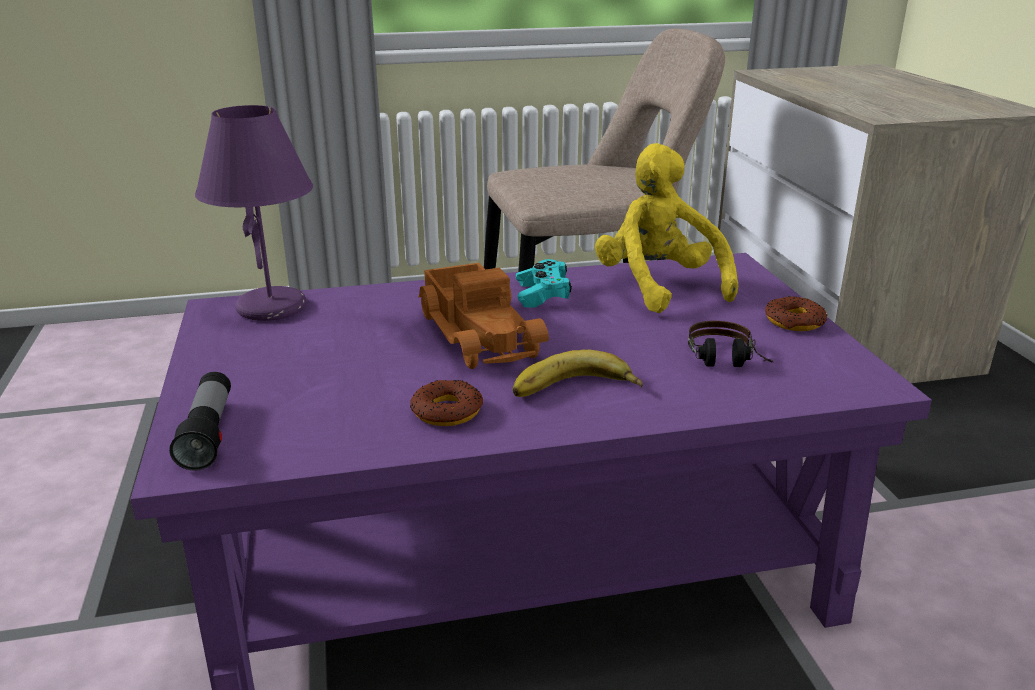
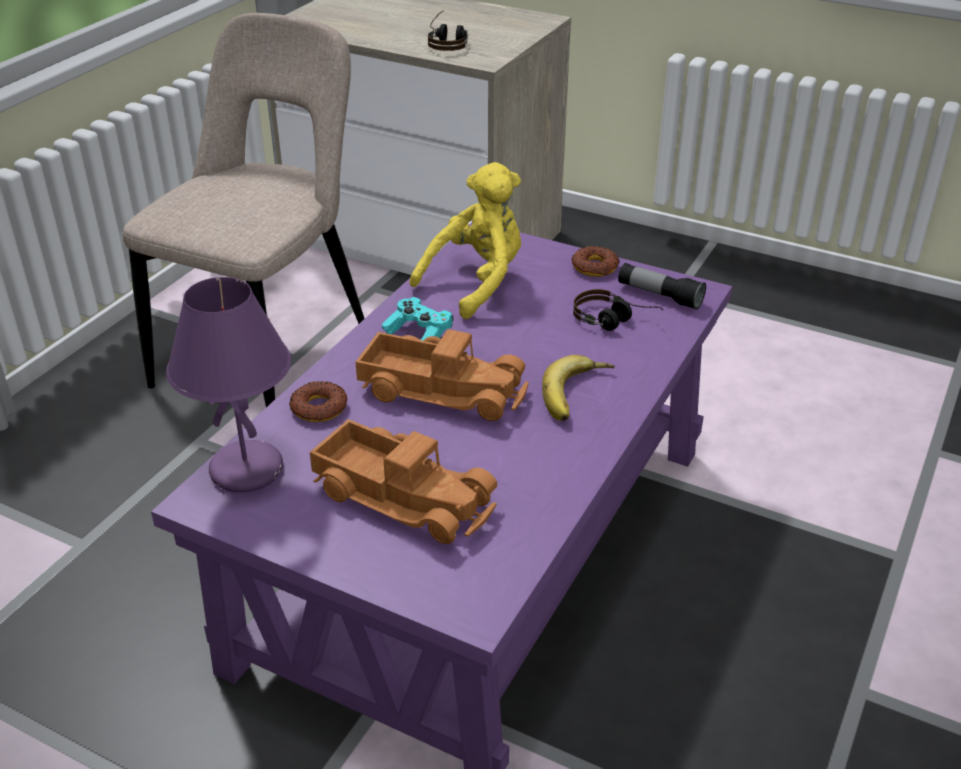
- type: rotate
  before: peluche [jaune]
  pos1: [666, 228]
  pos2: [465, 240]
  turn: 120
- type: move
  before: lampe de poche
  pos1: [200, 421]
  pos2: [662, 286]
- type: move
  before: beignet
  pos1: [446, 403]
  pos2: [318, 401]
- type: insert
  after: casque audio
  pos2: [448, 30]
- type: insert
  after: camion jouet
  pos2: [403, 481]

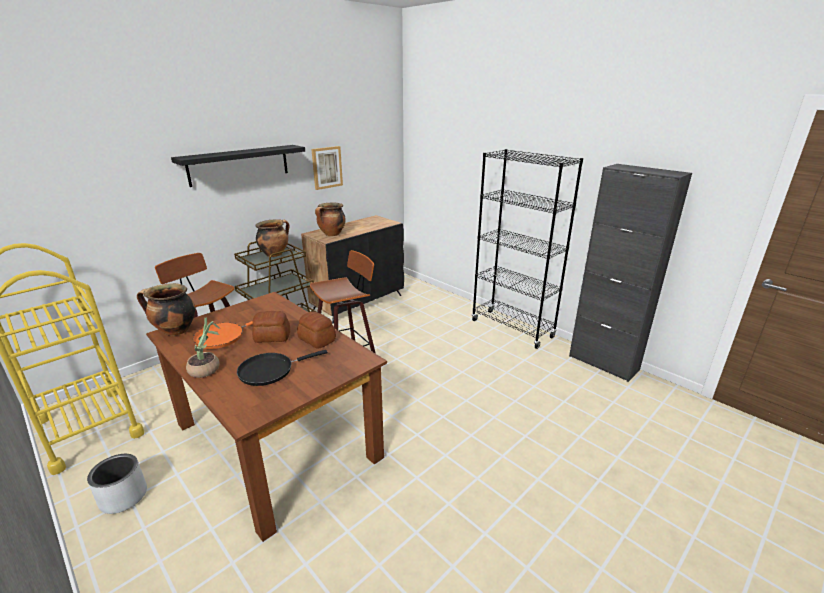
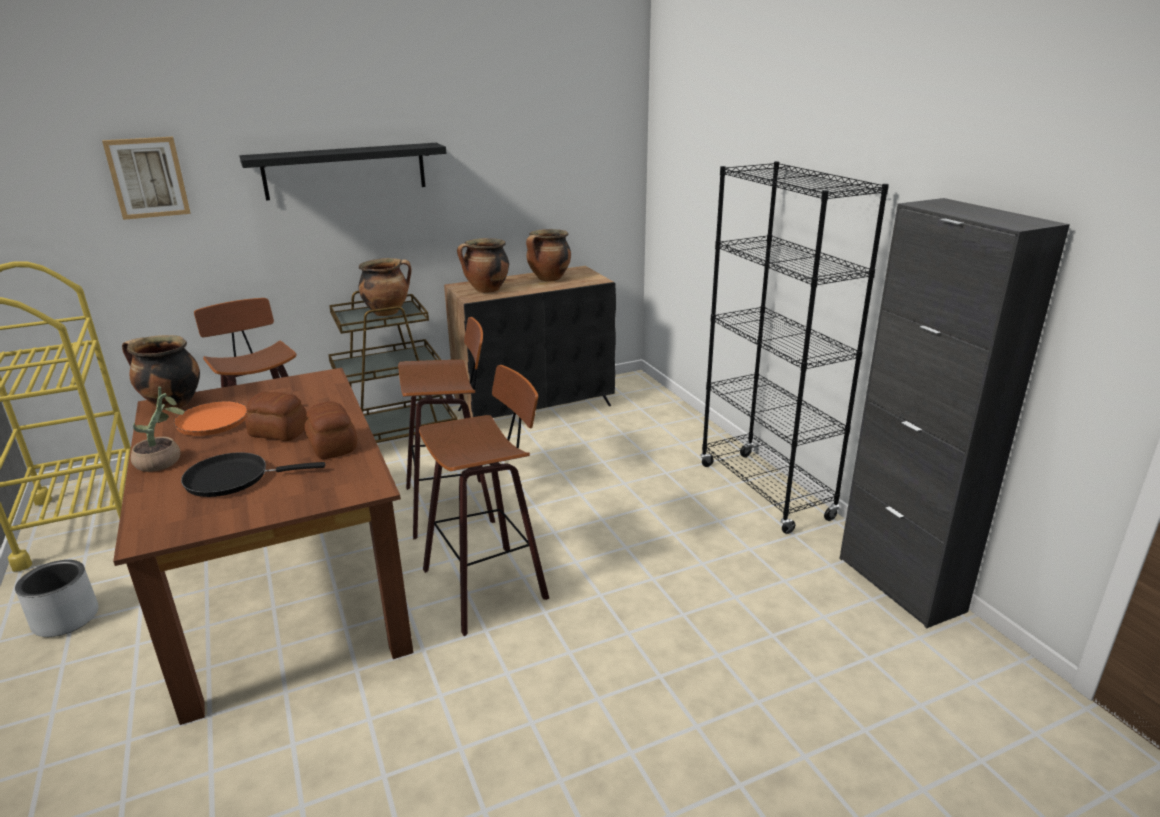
- type: move
  before: tableau
  pos1: [327, 168]
  pos2: [146, 178]
- type: insert
  after: marmite
  pos2: [548, 255]
- type: insert
  after: tabouret
  pos2: [484, 500]

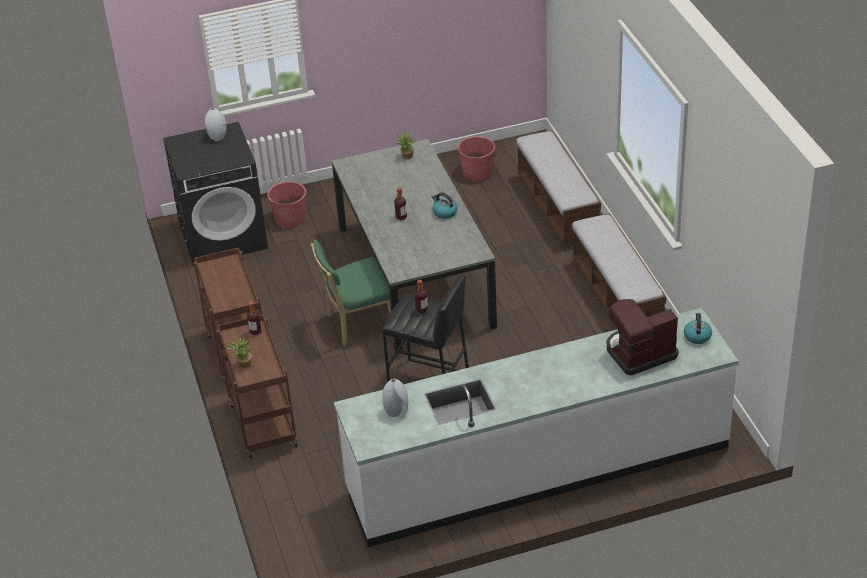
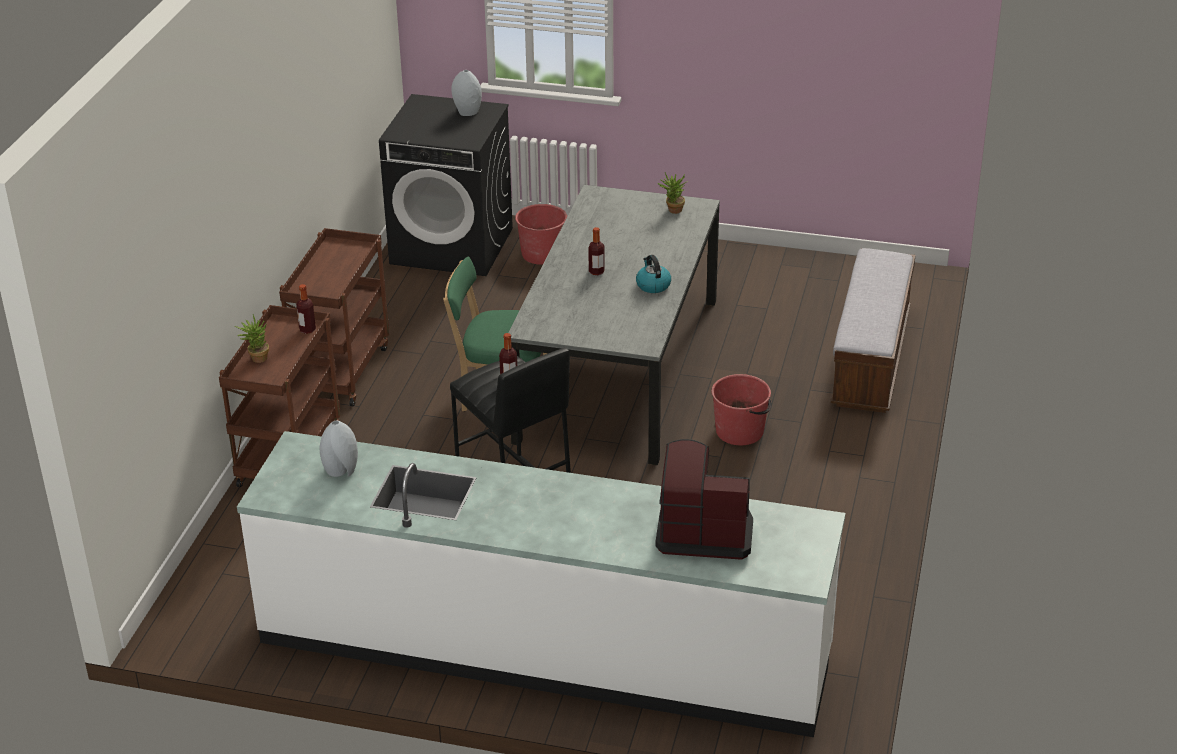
- type: move
  before: seau [rouge]
  pos1: [477, 158]
  pos2: [741, 409]
- type: delete
  before: banc
  pos1: [619, 265]
- type: delete
  before: bouilloire
  pos1: [698, 328]

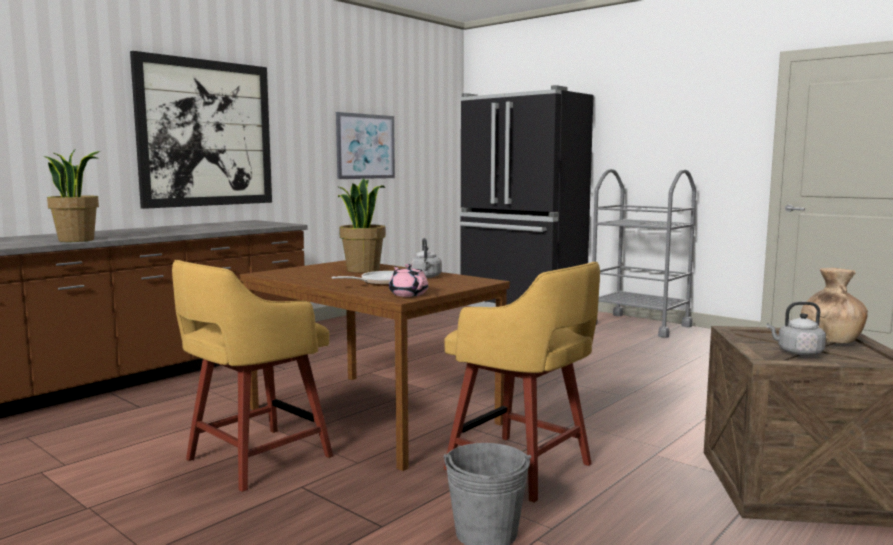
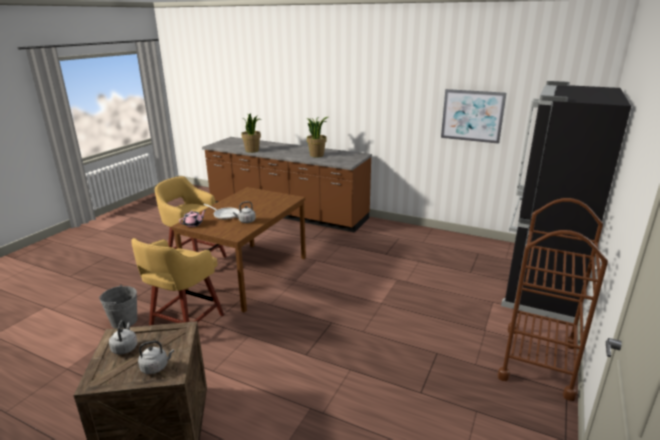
- type: delete
  before: tableau
  pos1: [201, 130]
- type: recolor
  before: chariot [gris]
  after: chariot [marron]
  pos1: [644, 253]
  pos2: [552, 299]
- type: move
  before: plante en pot
  pos1: [362, 226]
  pos2: [317, 137]
- type: replace
  before: vase [marron]
  after: bouilloire [gris]
  pos1: [834, 305]
  pos2: [156, 357]

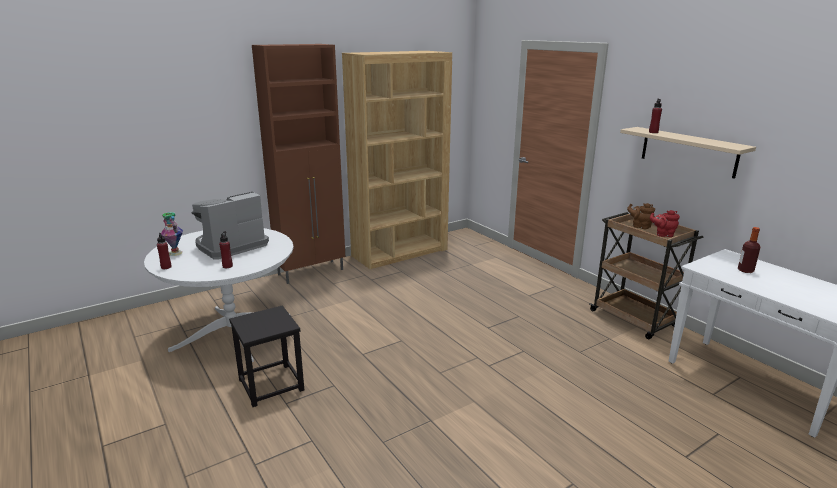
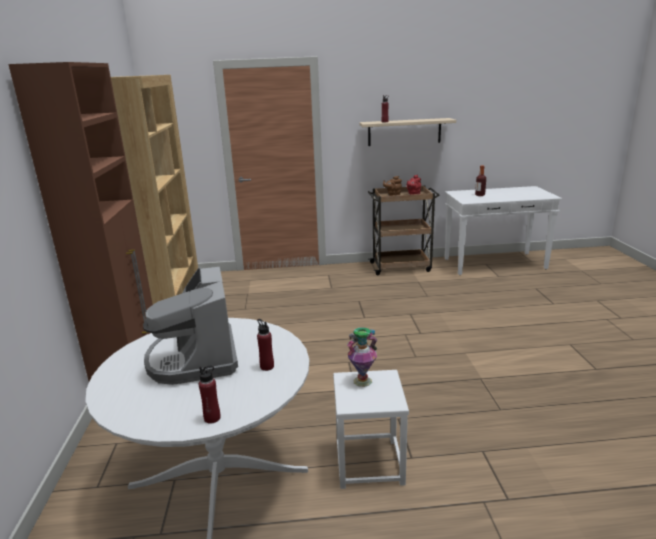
- type: move
  before: vase
  pos1: [172, 234]
  pos2: [362, 357]
- type: recolor
  before: tabouret [noir]
  after: tabouret [blanc]
  pos1: [266, 356]
  pos2: [371, 429]

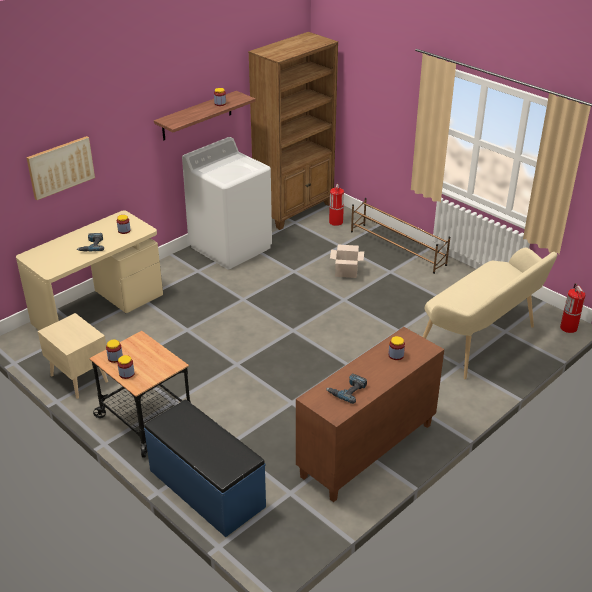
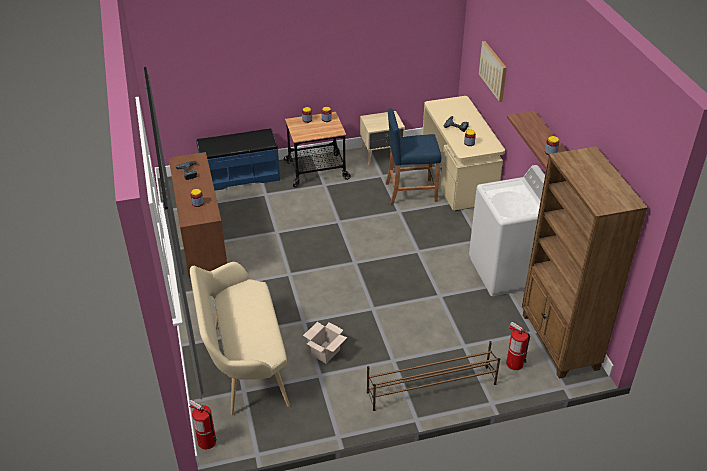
- type: move
  before: carton
  pos1: [347, 261]
  pos2: [325, 343]
- type: insert
  after: tabouret [bleu]
  pos2: [413, 156]

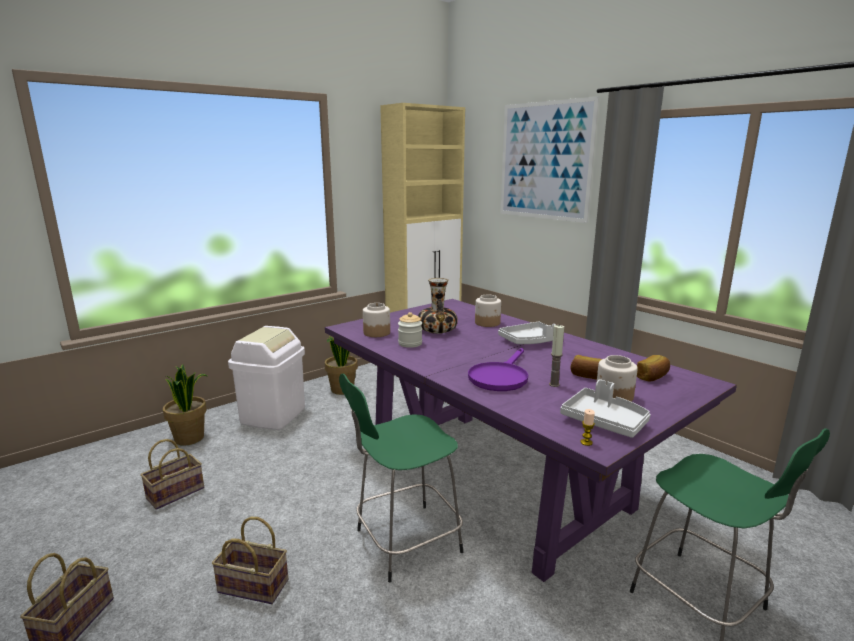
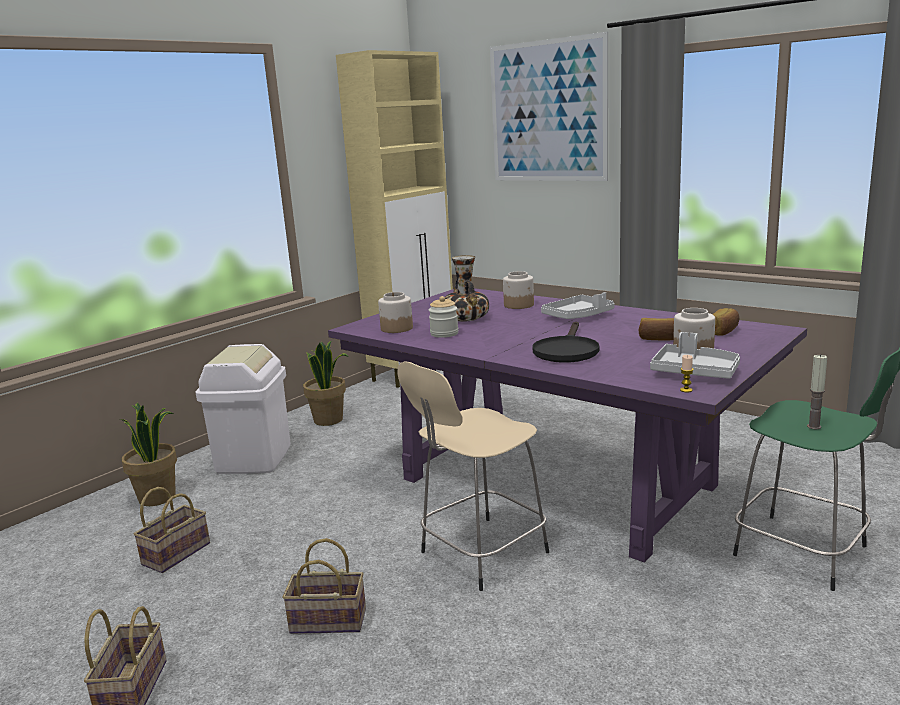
- type: move
  before: bougie
  pos1: [556, 356]
  pos2: [817, 391]
- type: recolor
  before: poêle [violet]
  after: poêle [noir]
  pos1: [498, 369]
  pos2: [566, 342]
- type: recolor
  before: tabouret [vert]
  after: tabouret [beige]
  pos1: [401, 478]
  pos2: [473, 476]

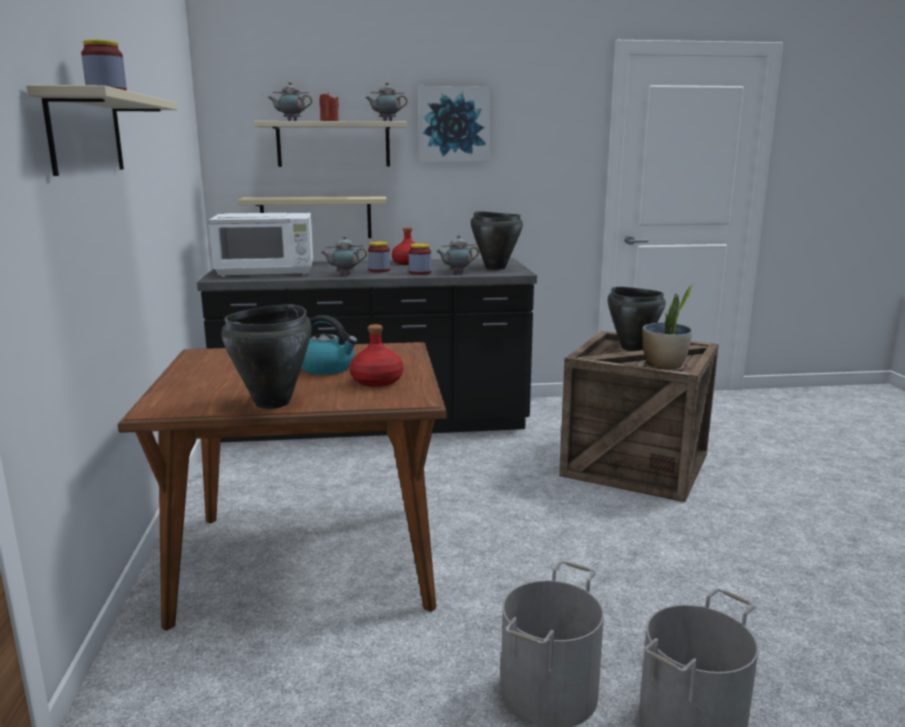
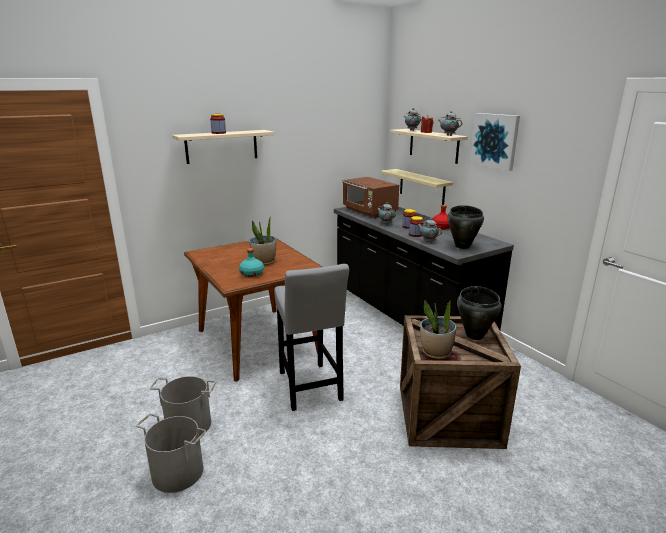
- type: recolor
  before: micro-ondes [blanc]
  after: micro-ondes [marron]
  pos1: [261, 245]
  pos2: [370, 197]
- type: delete
  before: marmite [noir]
  pos1: [266, 356]
- type: replace
  before: bouilloire
  after: plante en pot
  pos1: [329, 345]
  pos2: [262, 240]
- type: recolor
  before: bouteille [rouge]
  after: bouteille [turquoise]
  pos1: [376, 355]
  pos2: [251, 262]
- type: insert
  after: tabouret [gris]
  pos2: [311, 337]

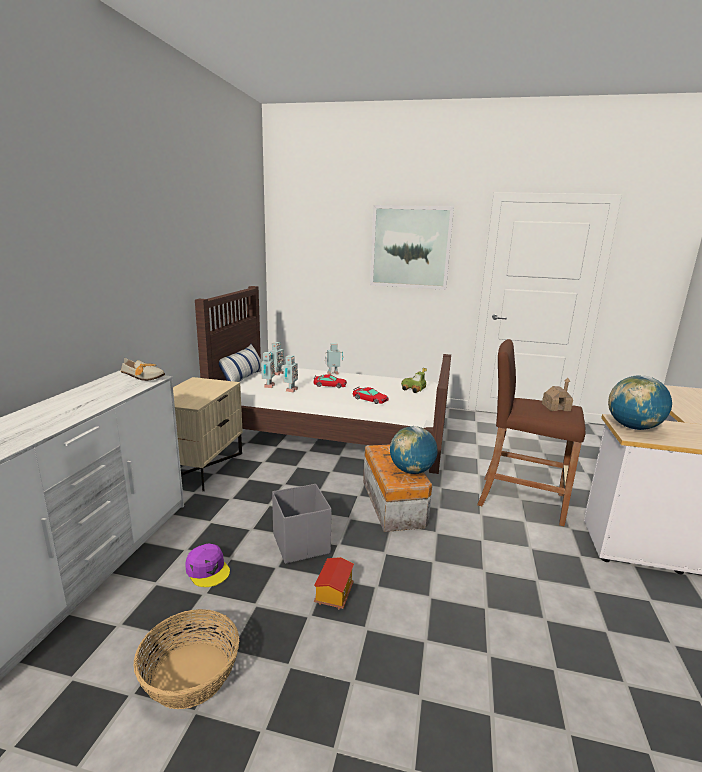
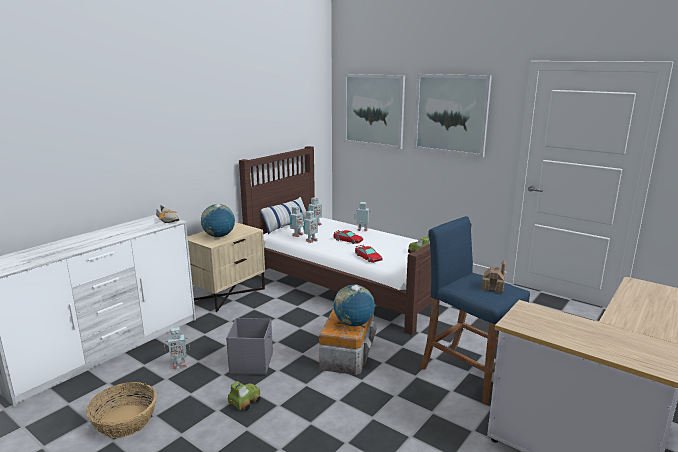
- type: recolor
  before: tabouret [marron]
  after: tabouret [bleu]
  pos1: [531, 432]
  pos2: [475, 310]
- type: move
  before: globe
  pos1: [640, 402]
  pos2: [218, 220]
- type: replace
  before: casquette [violet]
  after: robot jouet
  pos1: [208, 565]
  pos2: [177, 348]
- type: replace
  before: maison miniature
  after: petite voiture
  pos1: [334, 583]
  pos2: [244, 396]
- type: insert
  after: tableau
  pos2: [374, 111]

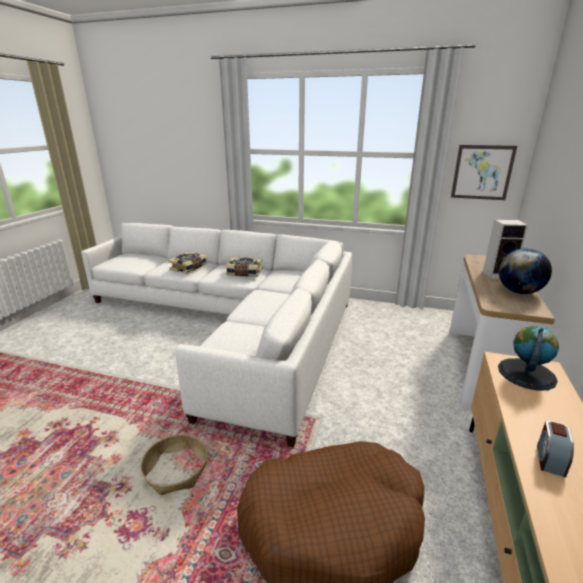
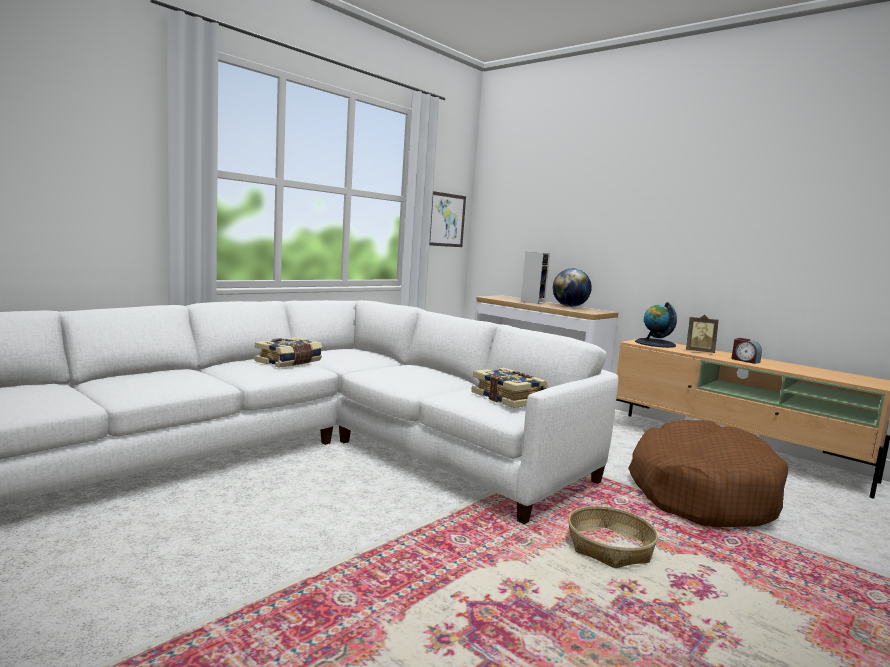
- type: move
  before: livre
  pos1: [187, 262]
  pos2: [509, 388]
- type: insert
  after: cadre photo
  pos2: [702, 334]

